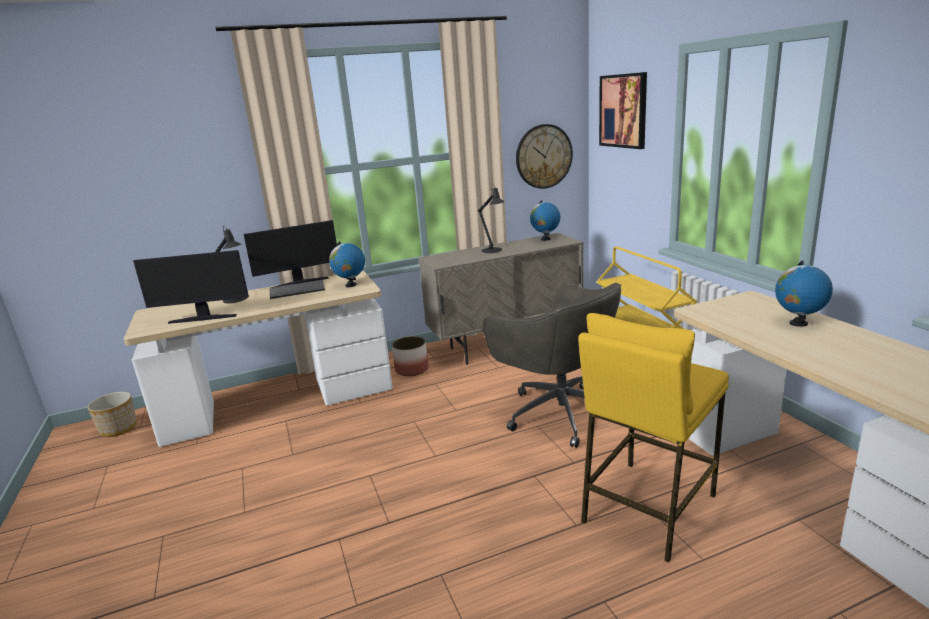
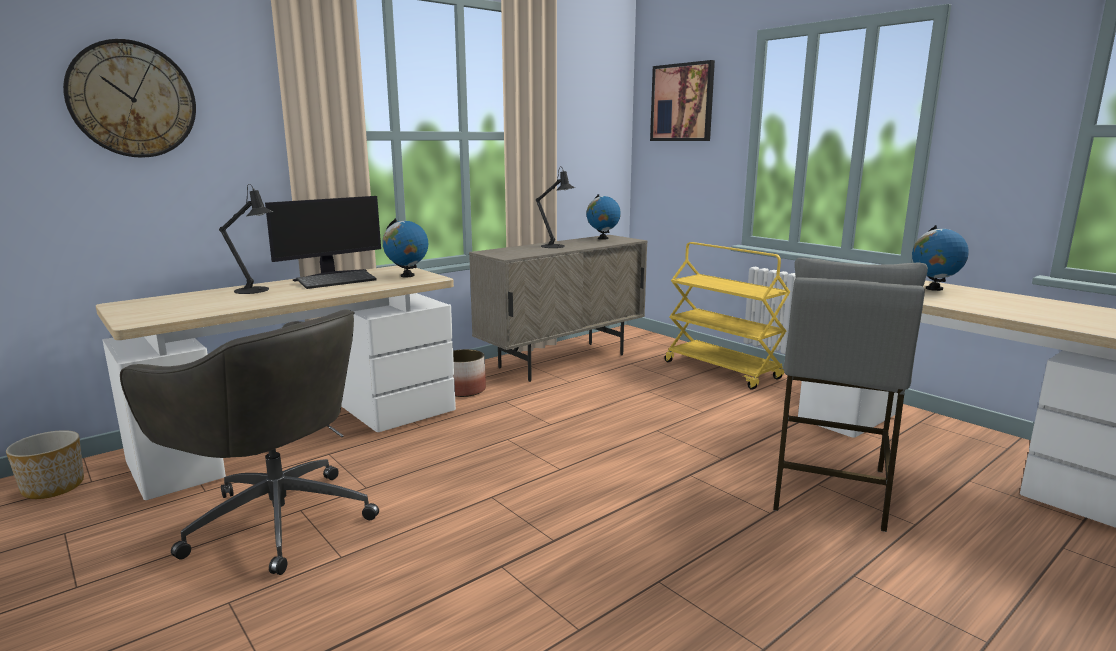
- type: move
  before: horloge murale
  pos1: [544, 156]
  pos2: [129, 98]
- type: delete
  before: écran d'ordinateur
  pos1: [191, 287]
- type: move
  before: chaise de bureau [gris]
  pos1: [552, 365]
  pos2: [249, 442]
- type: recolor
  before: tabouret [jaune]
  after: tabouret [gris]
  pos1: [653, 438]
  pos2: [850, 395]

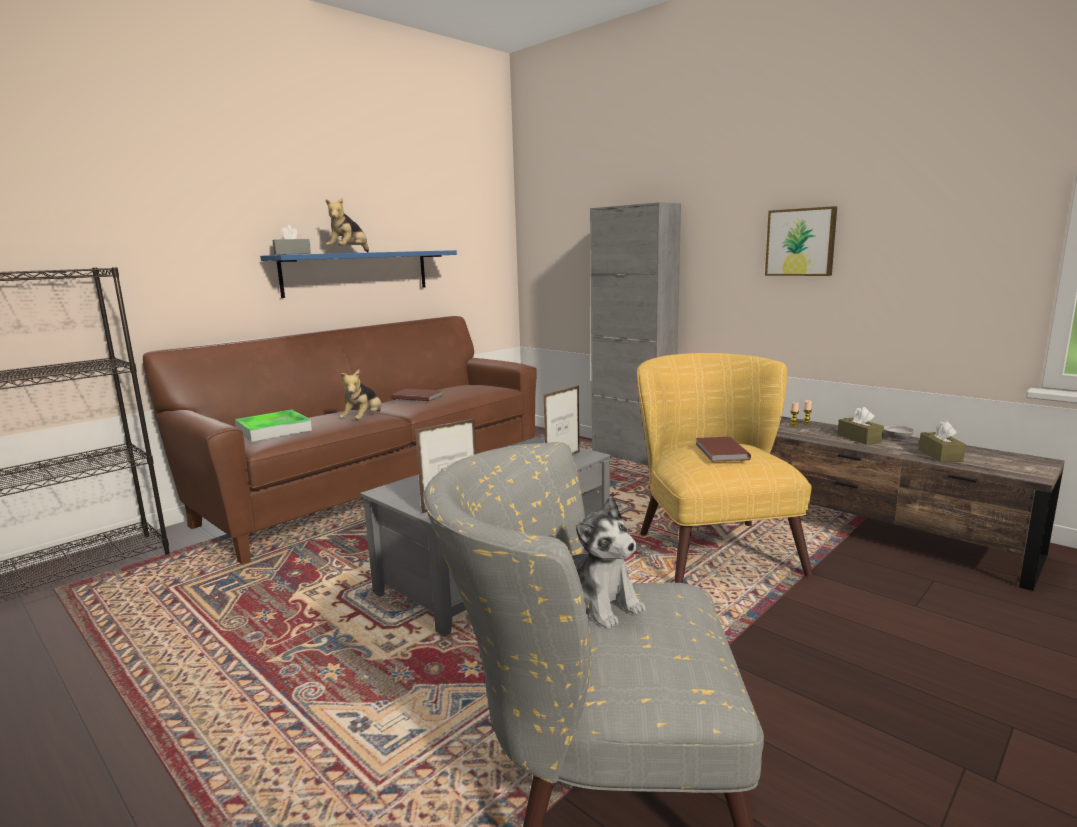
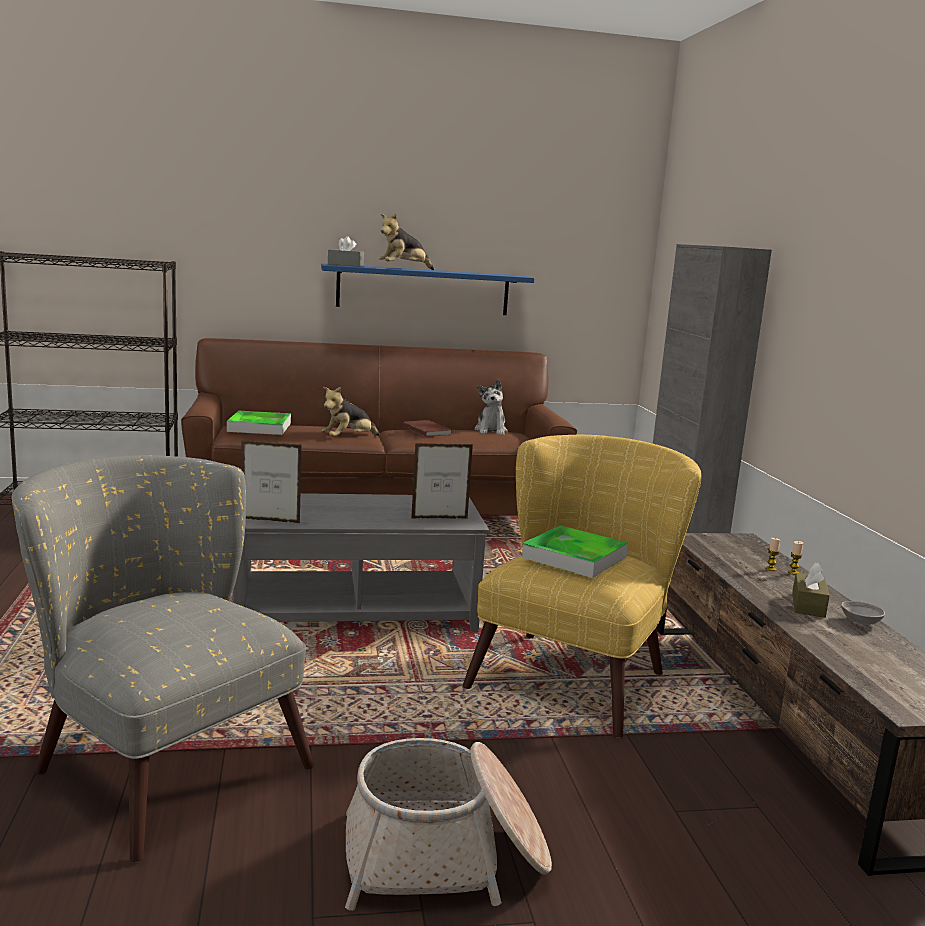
- type: delete
  before: tableau
  pos1: [801, 241]
- type: delete
  before: boîte à mouchoirs [marron]
  pos1: [942, 441]
- type: replace
  before: livre [marron]
  after: plateau
  pos1: [723, 449]
  pos2: [575, 551]
- type: move
  before: peluche
  pos1: [608, 562]
  pos2: [491, 407]
- type: insert
  after: panier
  pos2: [448, 824]

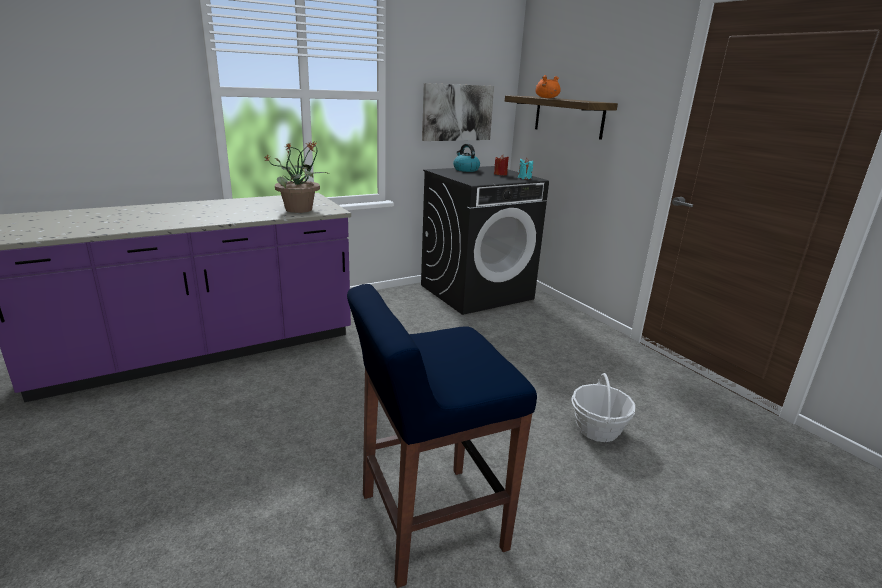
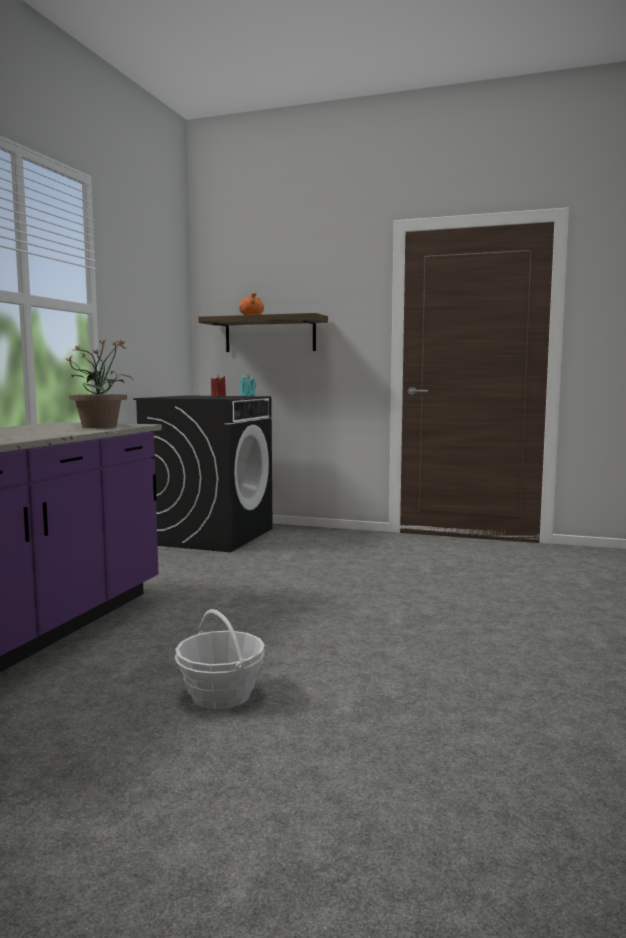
- type: delete
  before: tableau
  pos1: [458, 112]
- type: delete
  before: bouilloire
  pos1: [466, 158]
- type: delete
  before: tabouret [bleu]
  pos1: [442, 436]
- type: move
  before: panier
  pos1: [603, 407]
  pos2: [220, 659]

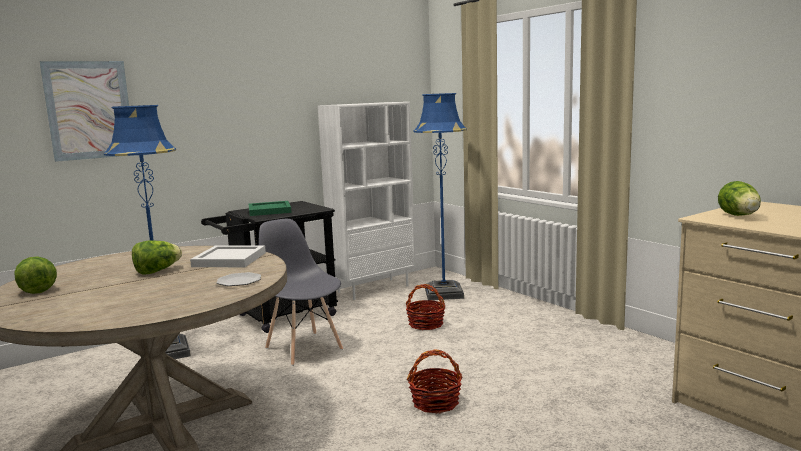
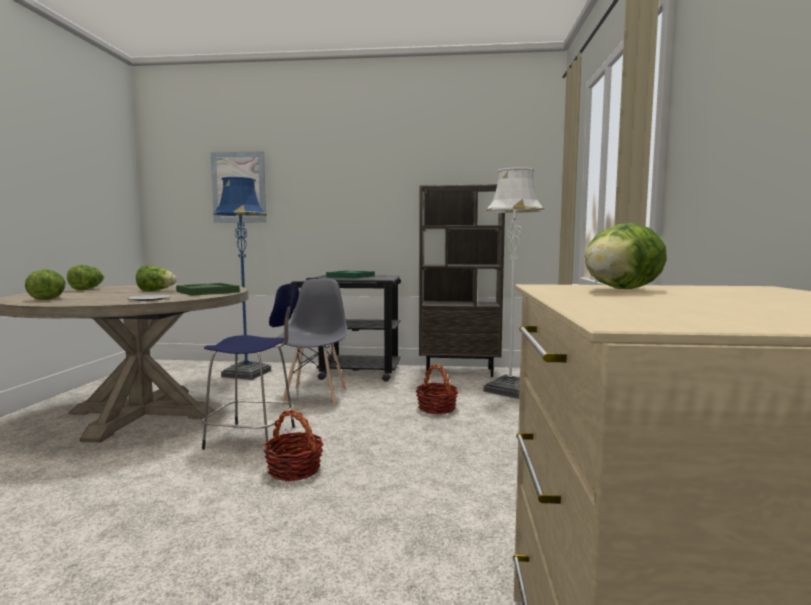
- type: recolor
  before: lampadaire [bleu]
  after: lampadaire [blanc]
  pos1: [440, 196]
  pos2: [514, 283]
- type: recolor
  before: bibliothèque [blanc]
  after: bibliothèque [marron]
  pos1: [367, 201]
  pos2: [462, 280]
- type: recolor
  before: plateau [blanc]
  after: plateau [vert]
  pos1: [228, 256]
  pos2: [208, 289]
- type: insert
  after: laitue
  pos2: [45, 285]
- type: insert
  after: tabouret [bleu]
  pos2: [250, 366]

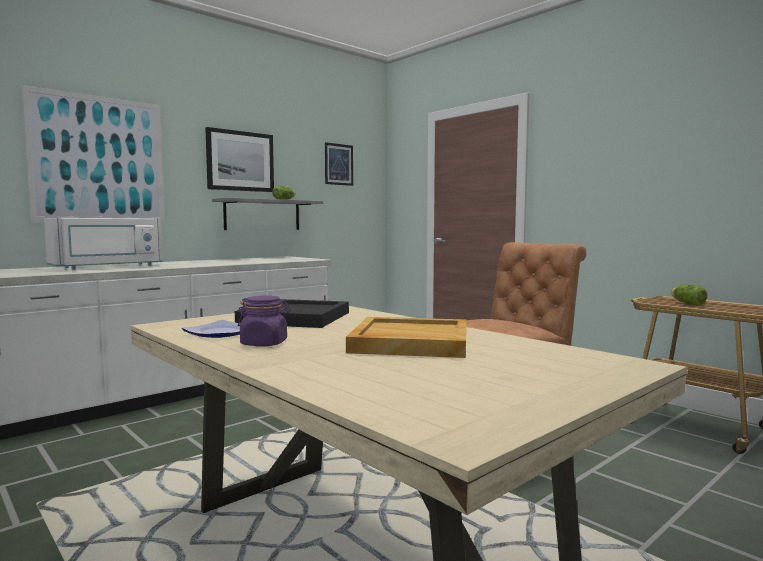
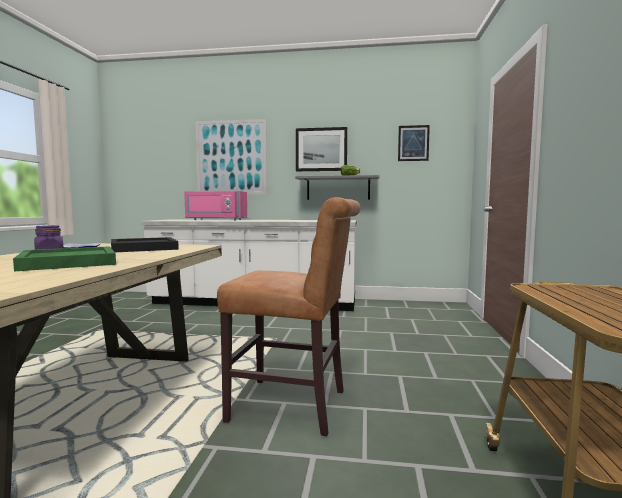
- type: recolor
  before: micro-ondes [blanc]
  after: micro-ondes [rose]
  pos1: [103, 244]
  pos2: [215, 205]
- type: delete
  before: laitue
  pos1: [689, 295]
- type: recolor
  before: plateau [beige]
  after: plateau [vert]
  pos1: [406, 337]
  pos2: [64, 258]

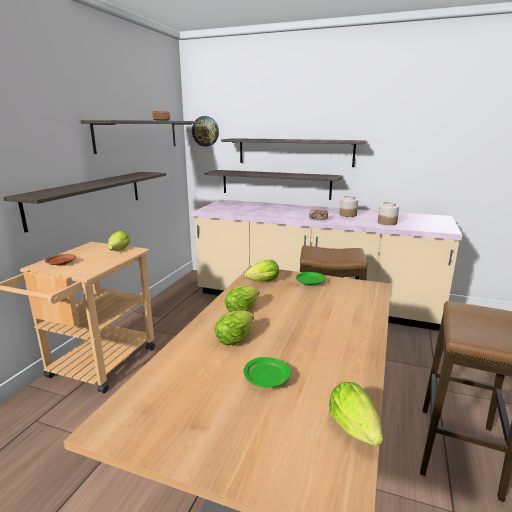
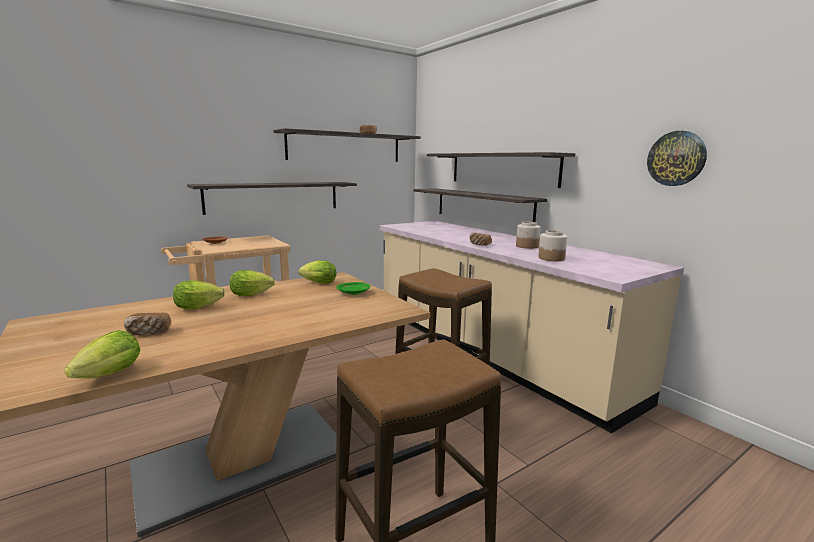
- type: move
  before: horloge murale
  pos1: [205, 131]
  pos2: [677, 158]
- type: delete
  before: laitue
  pos1: [119, 240]
- type: replace
  before: assiette [vert]
  after: pain
  pos1: [267, 372]
  pos2: [147, 324]

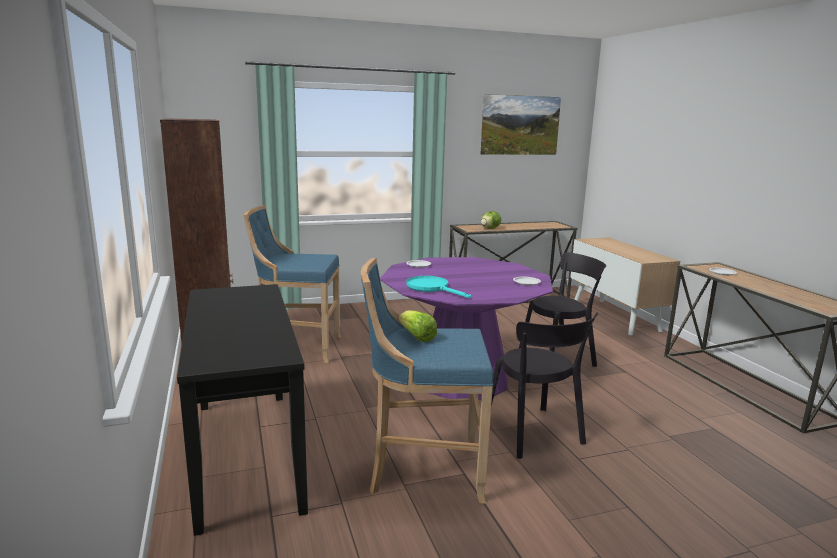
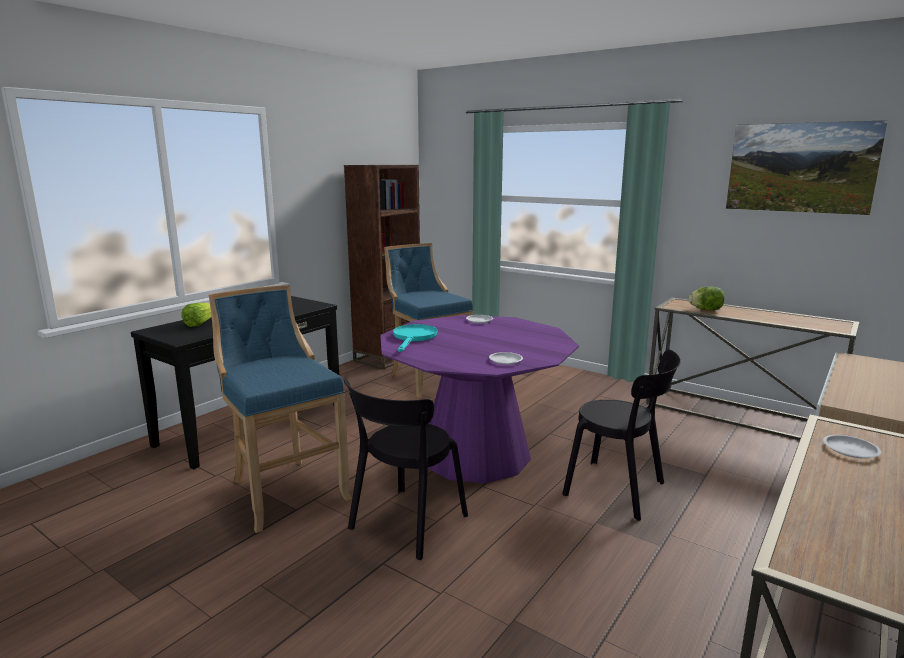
- type: move
  before: laitue
  pos1: [418, 326]
  pos2: [196, 315]

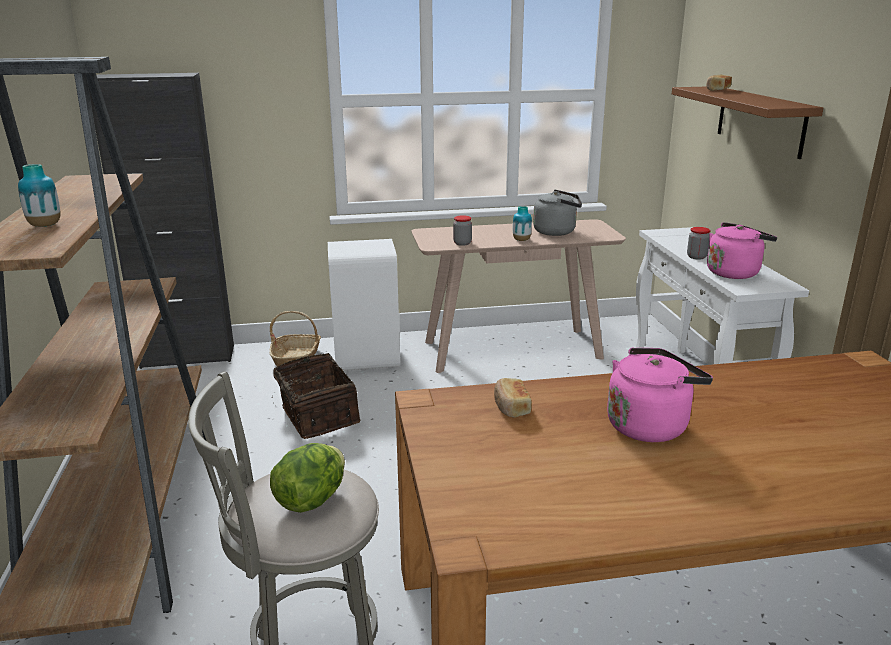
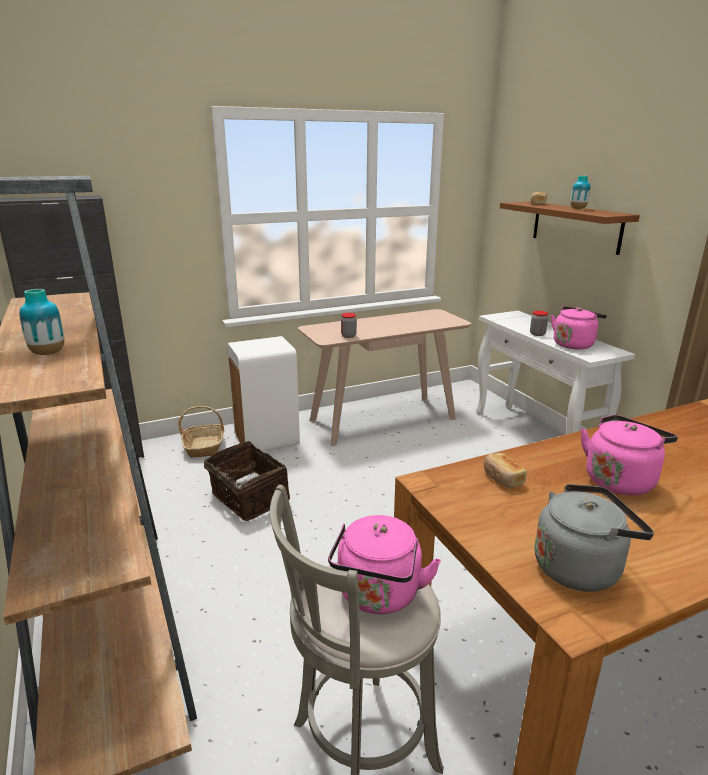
- type: move
  before: bouilloire [gris]
  pos1: [557, 213]
  pos2: [594, 538]
- type: move
  before: vase
  pos1: [522, 223]
  pos2: [580, 192]
- type: replace
  before: laitue
  after: bouilloire [rose]
  pos1: [307, 478]
  pos2: [384, 564]

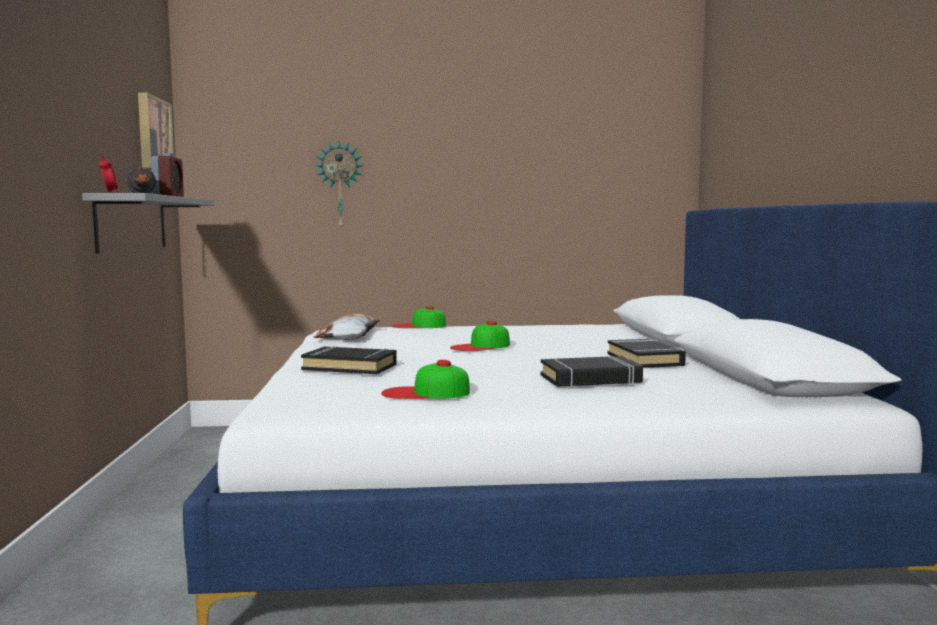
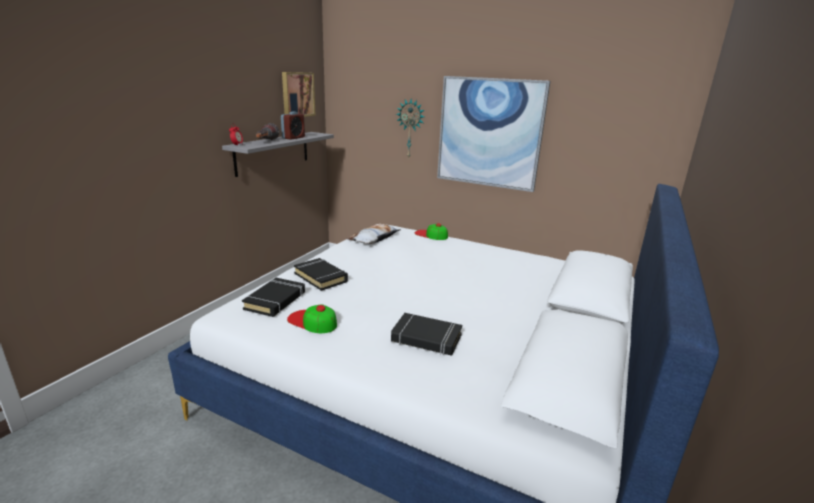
- type: delete
  before: casquette
  pos1: [480, 336]
- type: move
  before: livre [noir]
  pos1: [646, 353]
  pos2: [273, 297]
- type: insert
  after: tableau
  pos2: [494, 134]

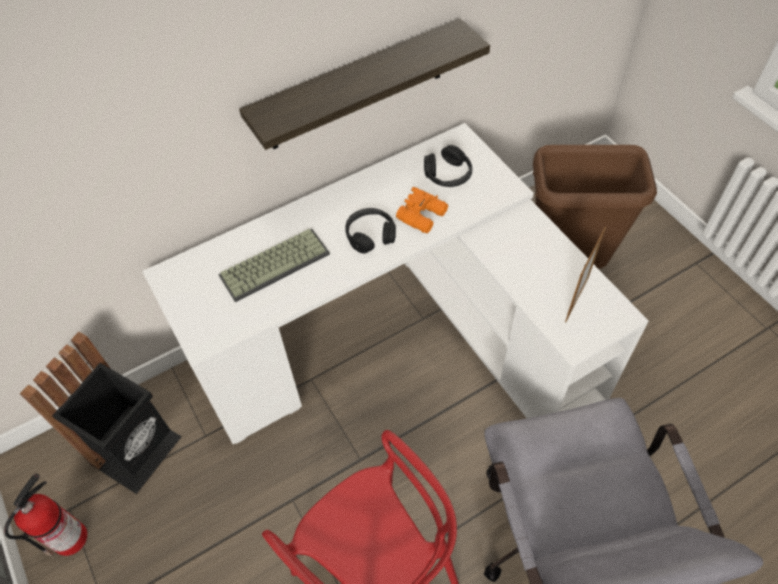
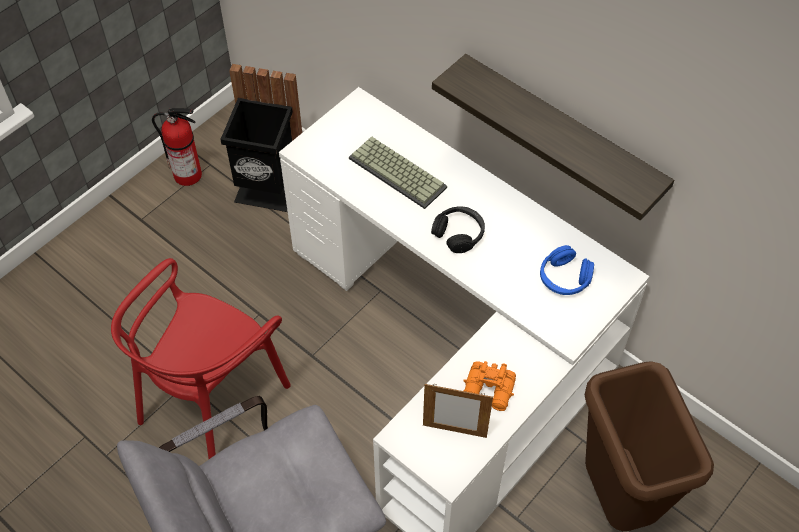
- type: recolor
  before: casque audio [noir]
  after: casque audio [bleu]
  pos1: [448, 166]
  pos2: [567, 270]
- type: move
  before: jumelles [orange]
  pos1: [422, 210]
  pos2: [489, 386]

